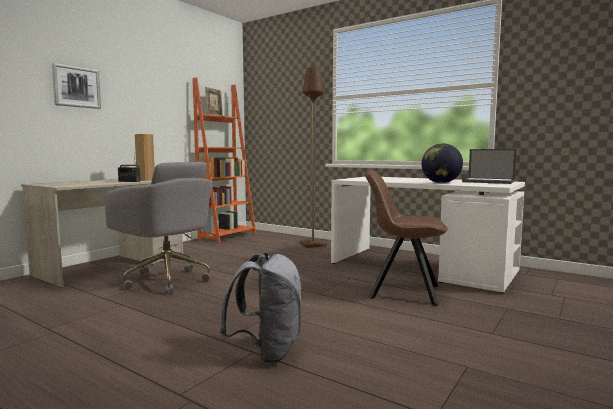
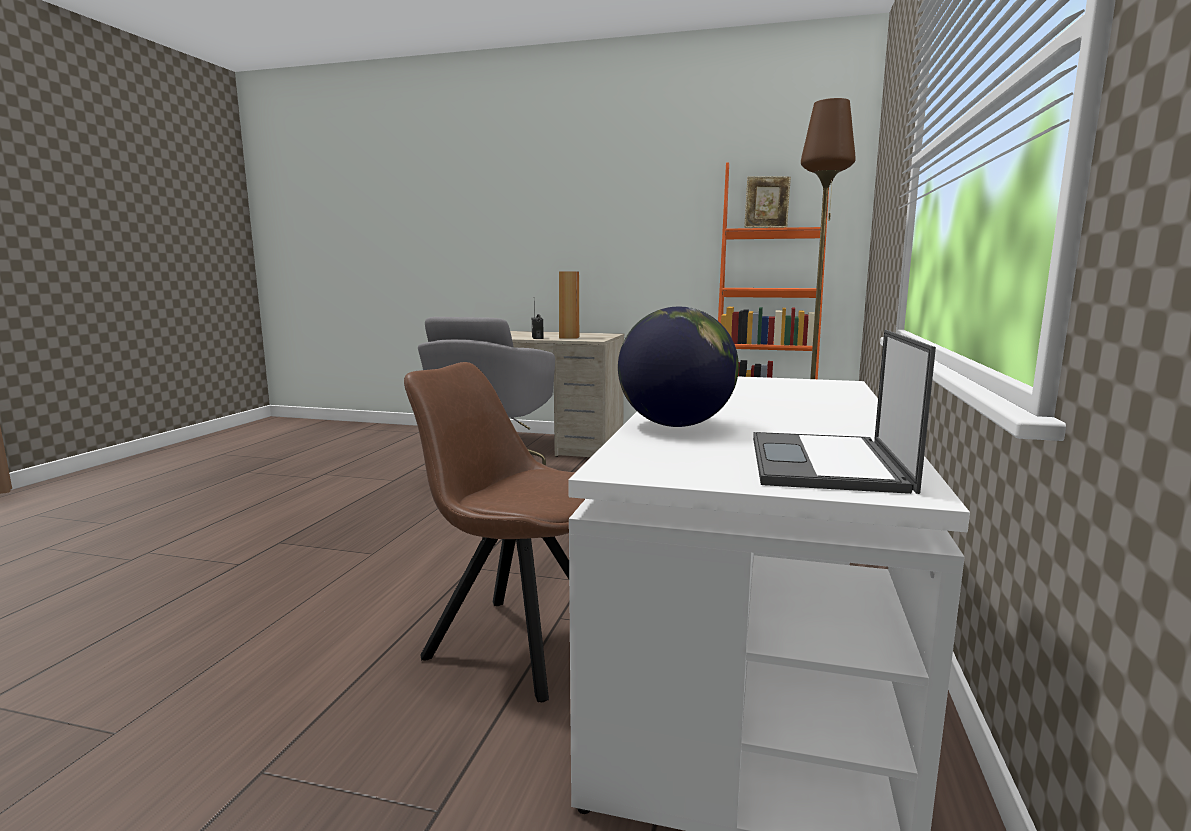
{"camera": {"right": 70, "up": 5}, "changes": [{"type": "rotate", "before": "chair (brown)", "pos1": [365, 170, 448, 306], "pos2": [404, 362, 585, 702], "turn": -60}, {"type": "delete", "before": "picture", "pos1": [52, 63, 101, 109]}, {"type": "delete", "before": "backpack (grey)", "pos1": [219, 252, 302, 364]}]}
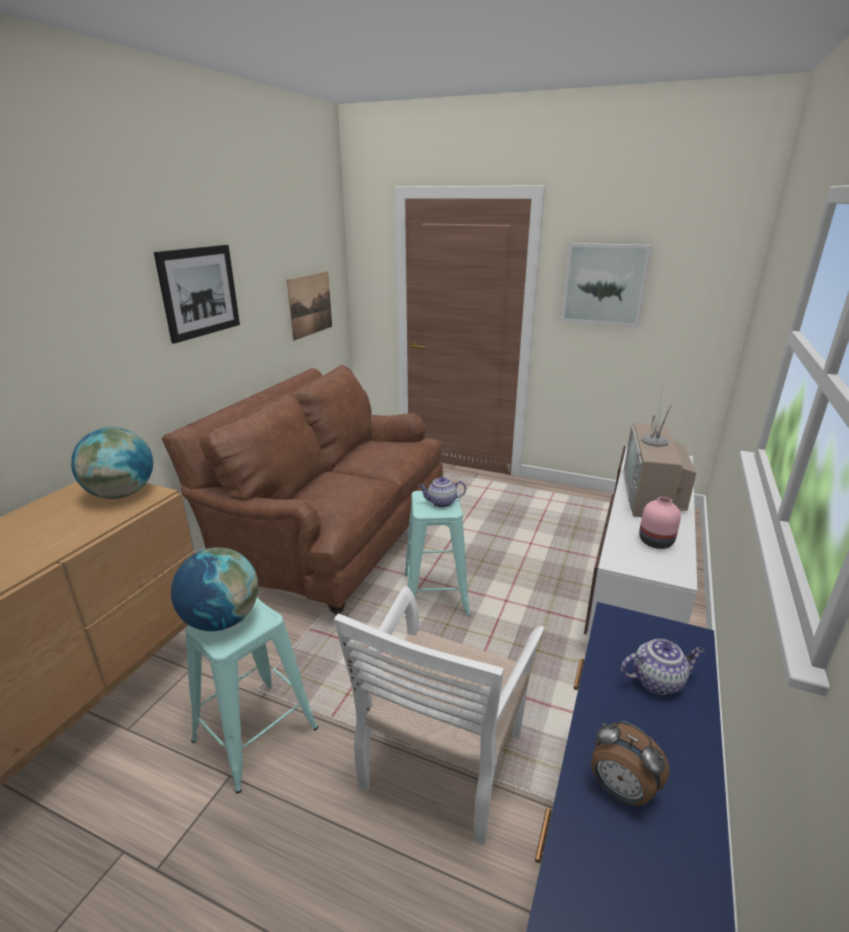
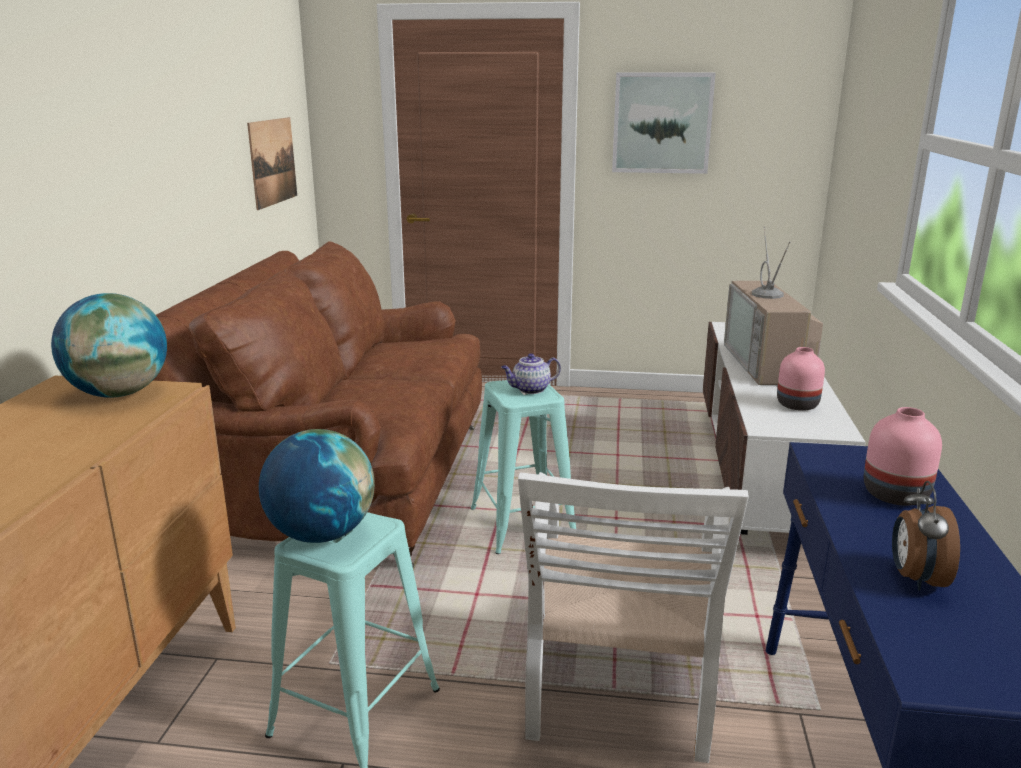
{"camera": {"right": -15, "up": -5}, "changes": [{"type": "replace", "before": "teapot", "after": "vase (pink)", "pos1": [621, 639, 705, 695], "pos2": [864, 407, 942, 506]}, {"type": "rotate", "before": "alarm clock", "pos1": [591, 721, 670, 806], "pos2": [892, 481, 960, 591], "turn": 75}, {"type": "delete", "before": "picture", "pos1": [154, 245, 240, 344]}]}
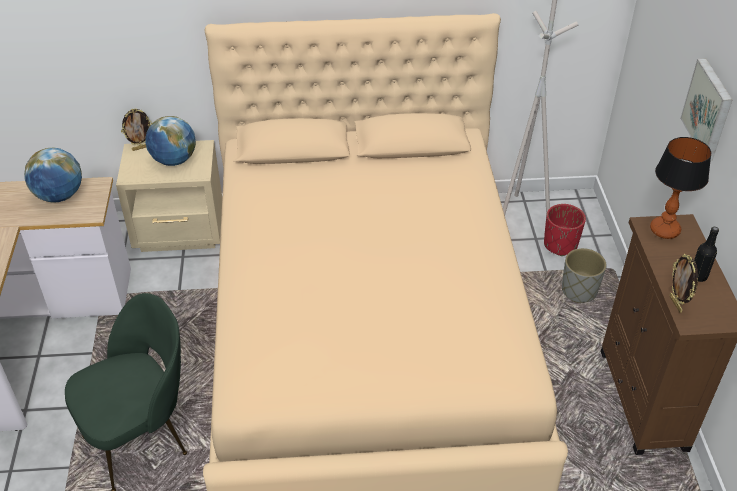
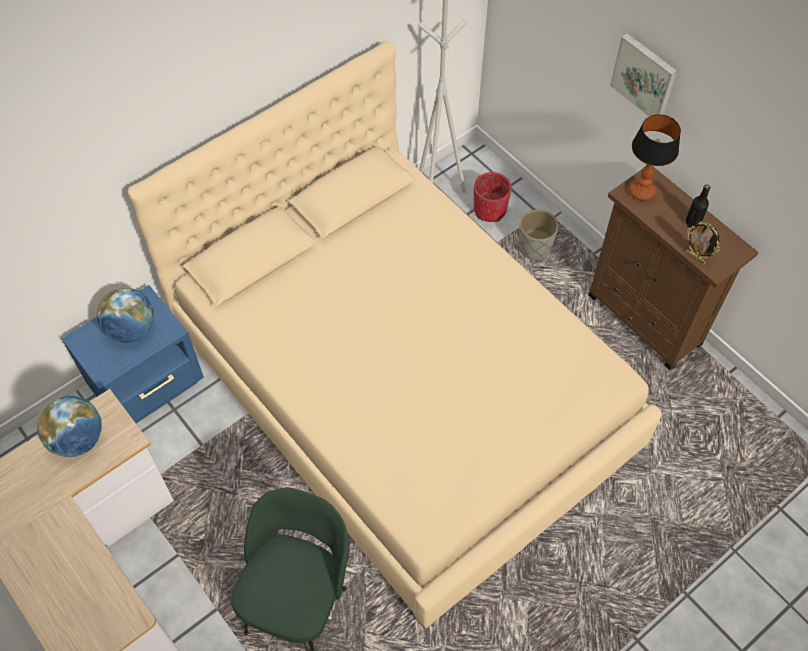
{"camera": {"right": -35, "up": 15}, "changes": [{"type": "recolor", "before": "nightstand (beige)", "after": "nightstand (blue)", "pos1": [116, 140, 222, 252], "pos2": [61, 285, 204, 423]}, {"type": "delete", "before": "picture frame", "pos1": [121, 109, 152, 151]}]}
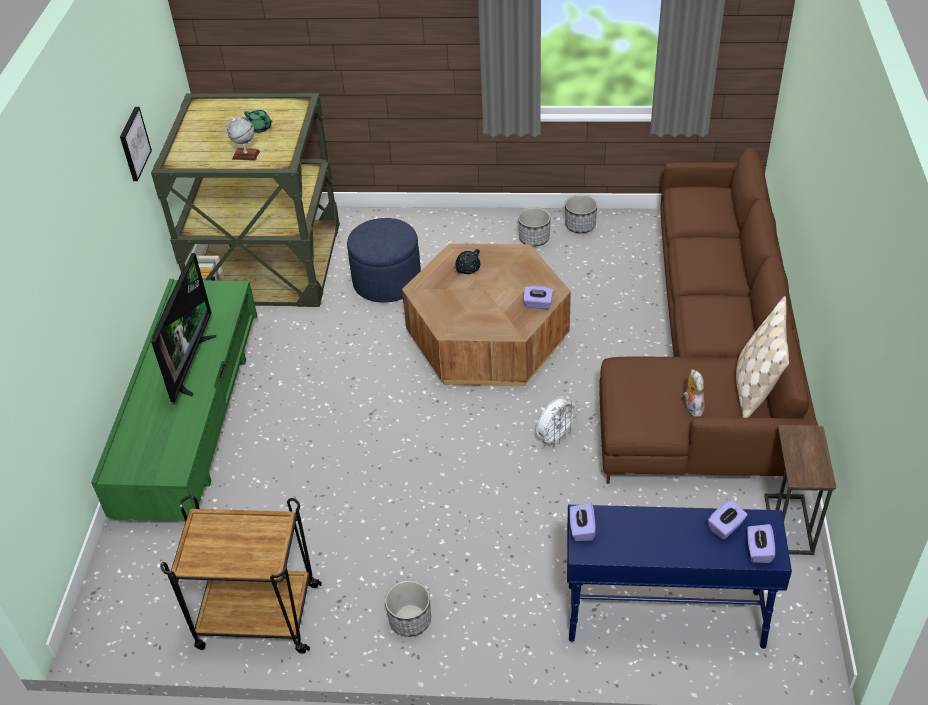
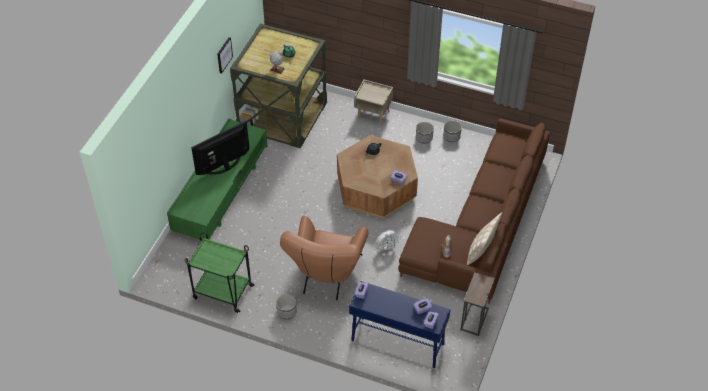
{"camera": {"right": 15, "up": 5}, "changes": [{"type": "recolor", "before": "cart (brown)", "after": "cart (green)", "pos1": [160, 495, 322, 654], "pos2": [185, 232, 255, 313]}, {"type": "rotate", "before": "television", "pos1": [151, 253, 217, 402], "pos2": [191, 121, 250, 175], "turn": -150}, {"type": "insert", "after": "armchair (brown)", "pos2": [280, 216, 368, 300]}, {"type": "insert", "after": "nightstand (beige)", "pos2": [354, 79, 393, 126]}, {"type": "delete", "before": "ottoman (blue)", "pos1": [347, 218, 421, 303]}]}
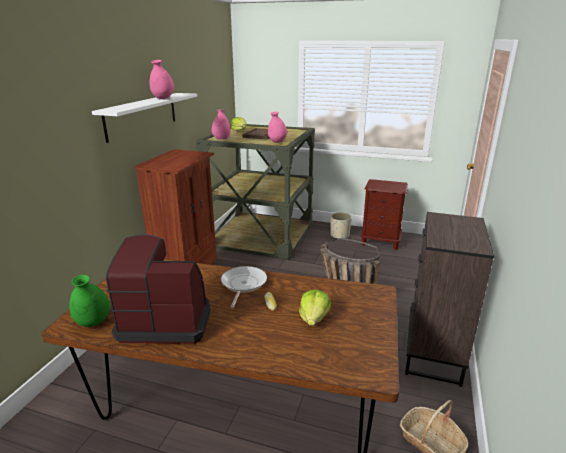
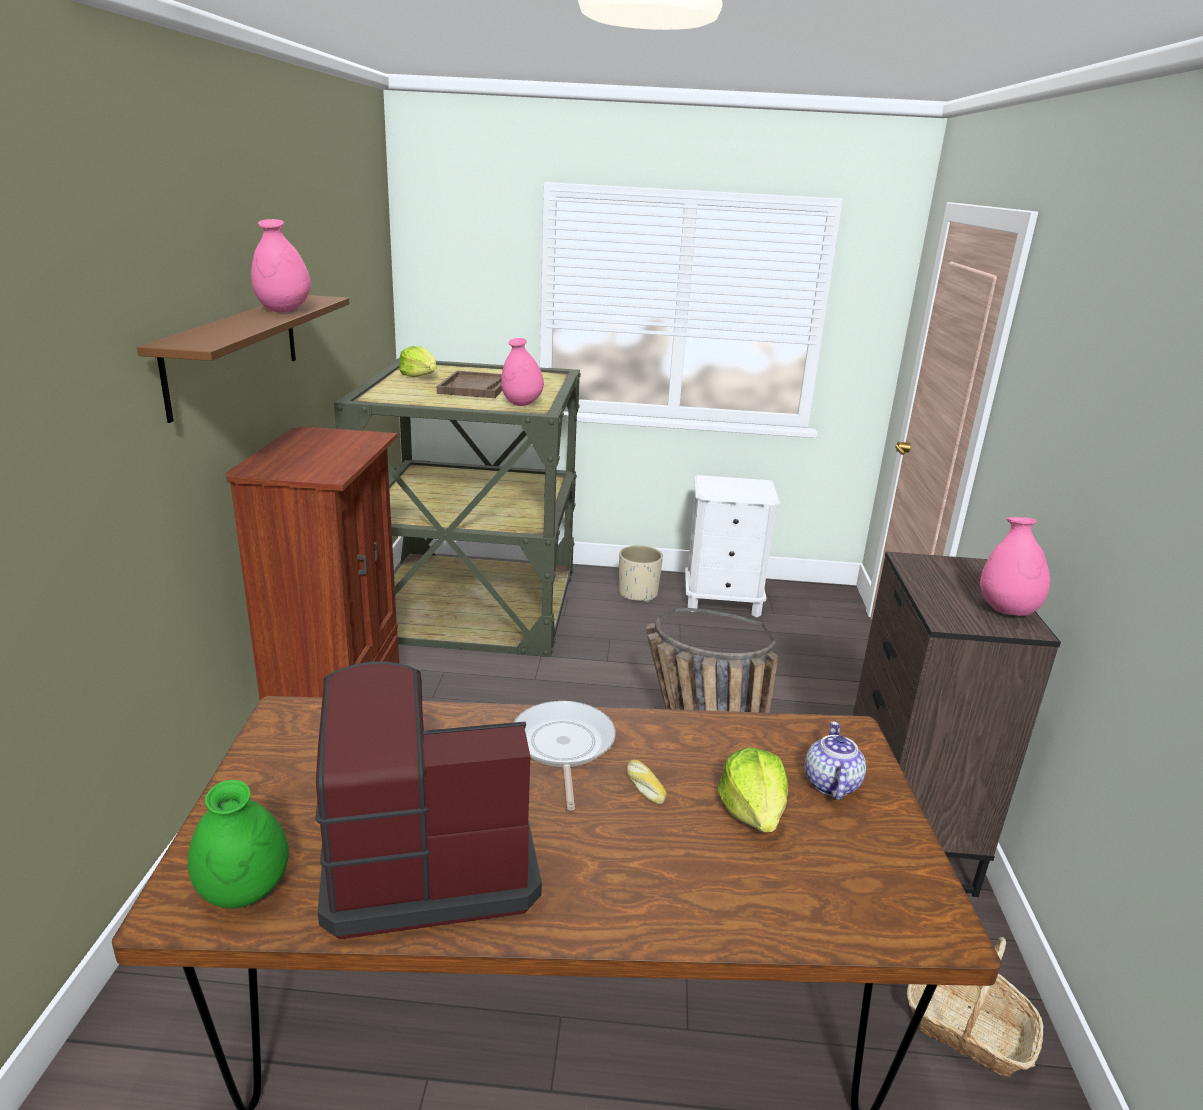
{"camera": {"right": -15, "up": 0}, "changes": [{"type": "recolor", "before": "shelf (white)", "after": "shelf (brown)", "pos1": [92, 93, 197, 143], "pos2": [137, 295, 349, 423]}, {"type": "recolor", "before": "nightstand (brown)", "after": "nightstand (white)", "pos1": [361, 179, 408, 250], "pos2": [685, 475, 780, 617]}, {"type": "insert", "after": "teapot", "pos2": [805, 721, 866, 800]}, {"type": "move", "before": "vase (pink)", "pos1": [211, 110, 231, 139], "pos2": [980, 517, 1050, 616]}]}
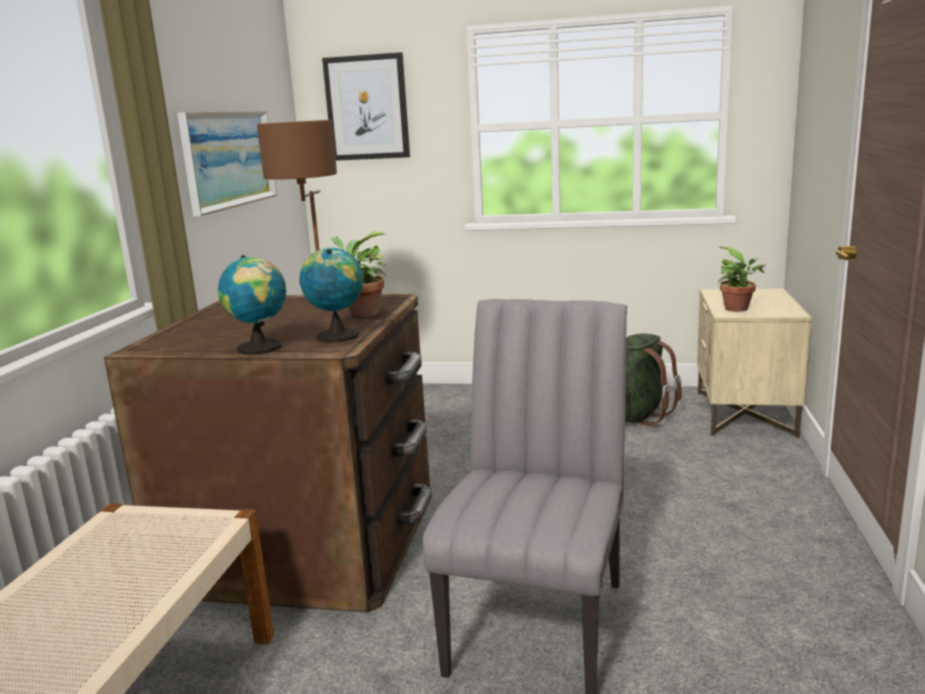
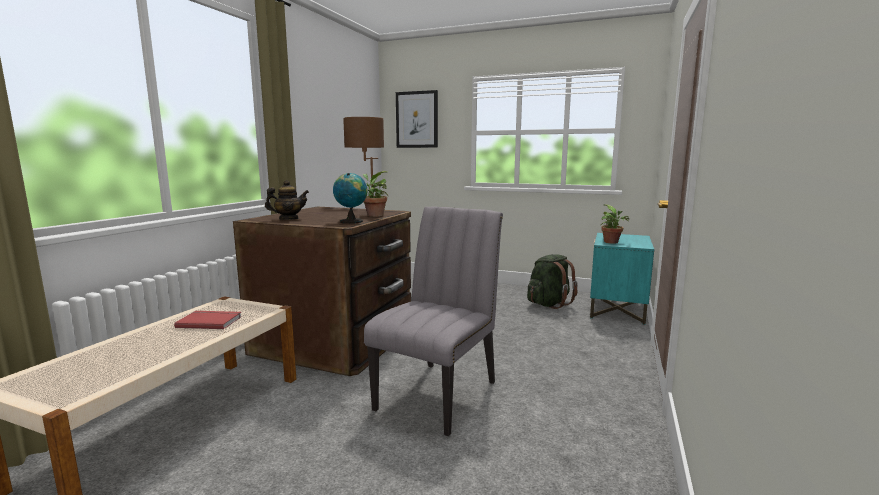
{"camera": {"right": 10, "up": -5}, "changes": [{"type": "insert", "after": "book (red)", "pos2": [174, 311, 242, 329]}, {"type": "insert", "after": "teapot", "pos2": [265, 180, 309, 220]}, {"type": "recolor", "before": "nightstand (beige)", "after": "nightstand (turquoise)", "pos1": [697, 288, 812, 439], "pos2": [590, 233, 654, 325]}, {"type": "delete", "before": "picture", "pos1": [177, 111, 277, 217]}, {"type": "delete", "before": "globe", "pos1": [218, 255, 286, 355]}]}
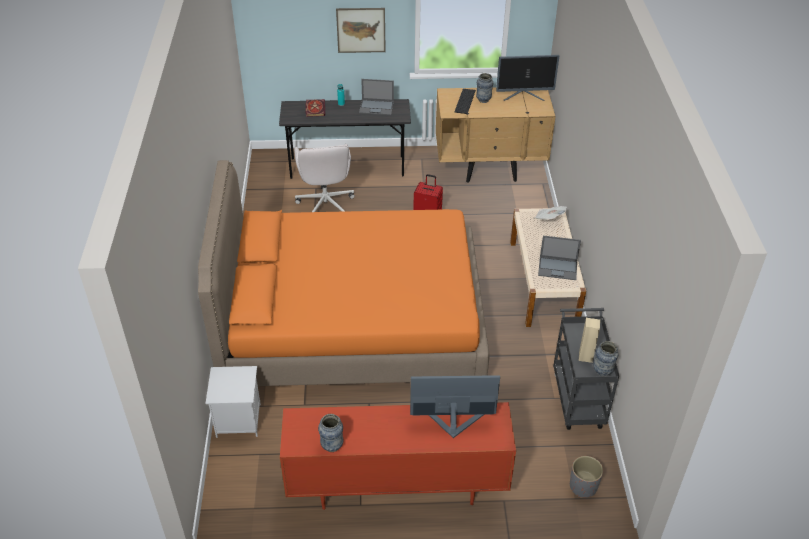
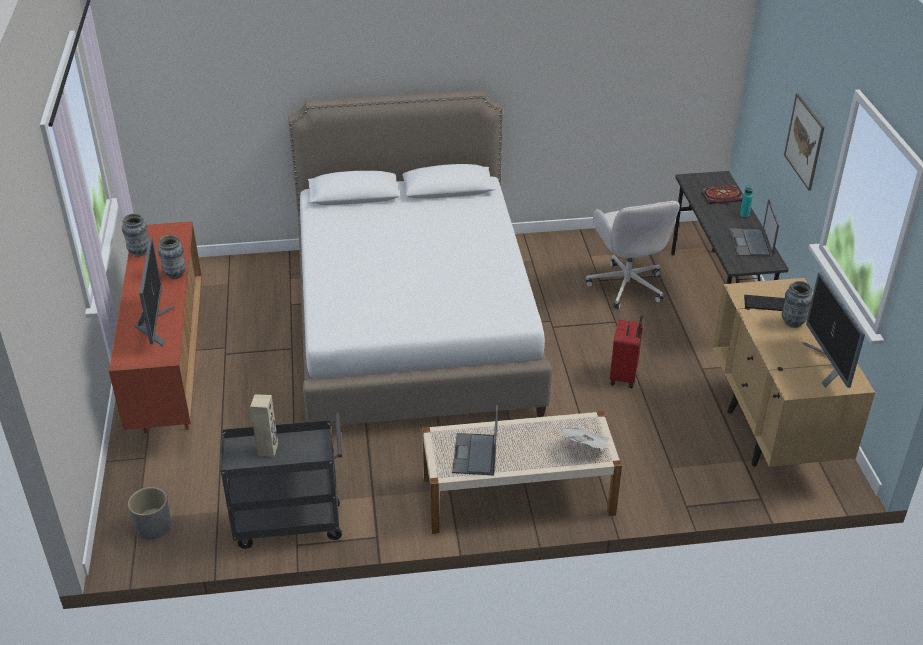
{"camera": {"right": 85, "up": -5}, "changes": [{"type": "move", "before": "vase", "pos1": [594, 341, 618, 376], "pos2": [158, 235, 186, 279]}, {"type": "recolor", "before": "bed (orange)", "after": "bed (white)", "pos1": [198, 160, 490, 386], "pos2": [288, 90, 552, 426]}, {"type": "rotate", "before": "office chair (white)", "pos1": [294, 144, 355, 212], "pos2": [586, 201, 680, 309], "turn": -90}, {"type": "delete", "before": "nightstand (grey)", "pos1": [205, 366, 261, 438]}]}
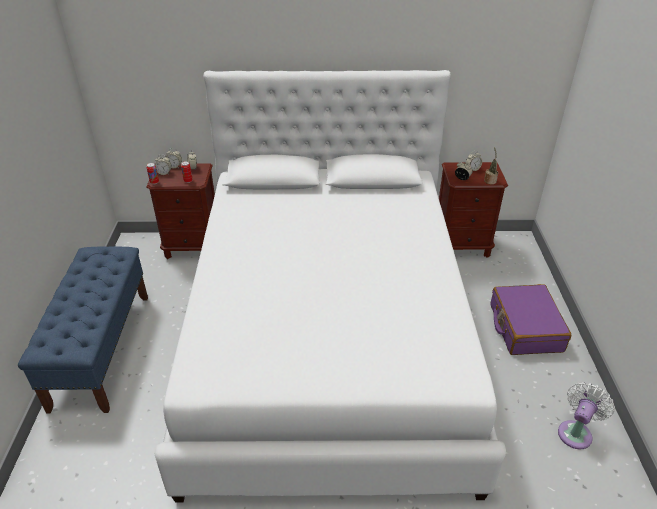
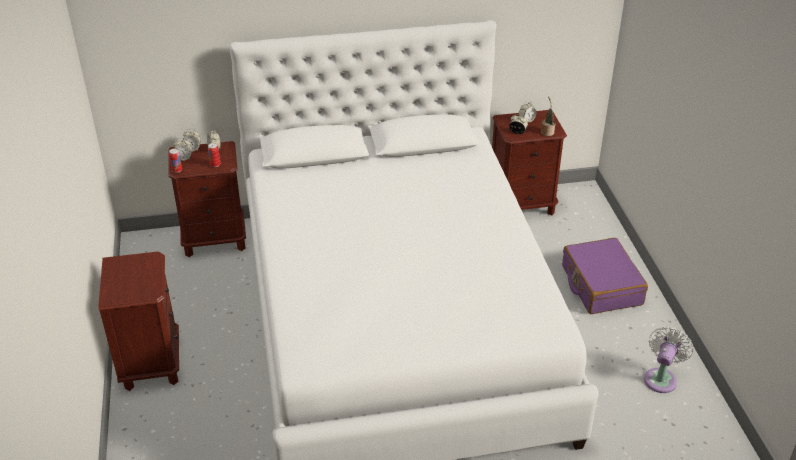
{"camera": {"right": -10, "up": 0}, "changes": [{"type": "replace", "before": "bench (blue)", "after": "nightstand (brown)", "pos1": [18, 246, 148, 413], "pos2": [98, 252, 179, 391]}]}
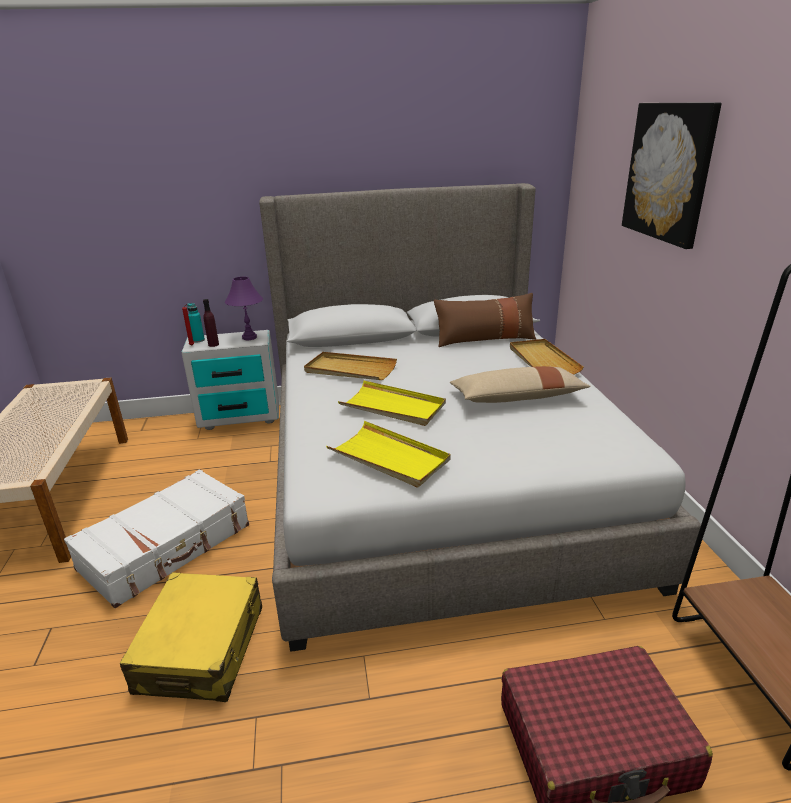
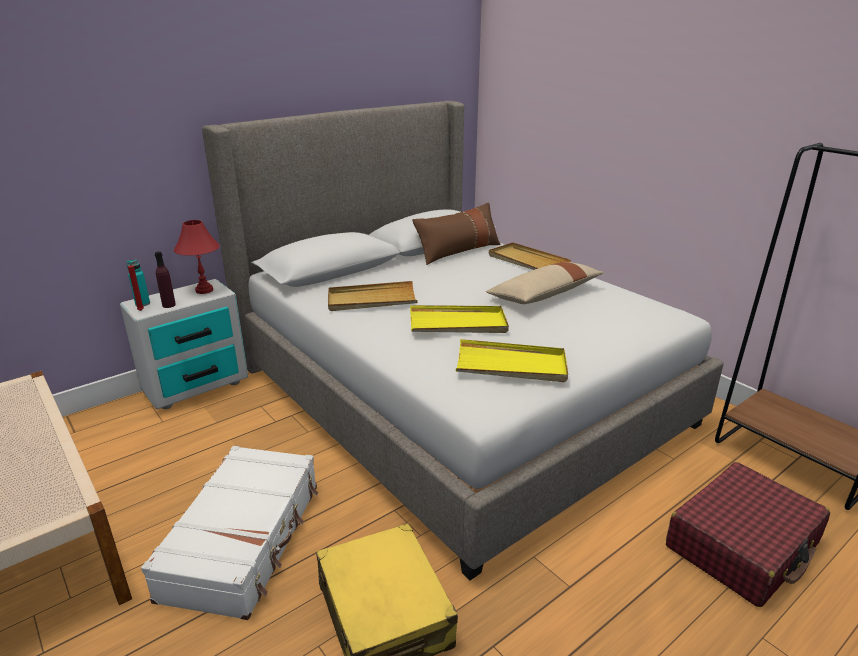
{"camera": {"right": -30, "up": 0}, "changes": [{"type": "recolor", "before": "table lamp (purple)", "after": "table lamp (red)", "pos1": [225, 277, 263, 340], "pos2": [174, 220, 220, 294]}, {"type": "delete", "before": "picture", "pos1": [622, 102, 722, 249]}]}
